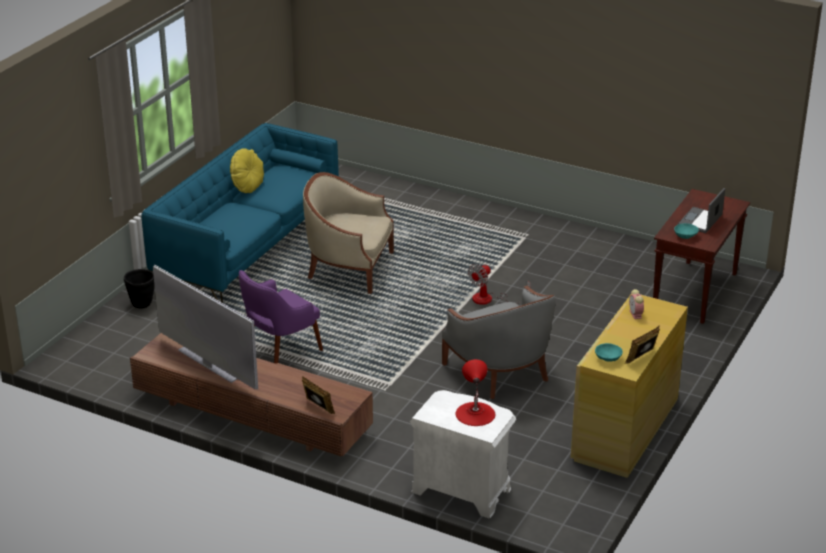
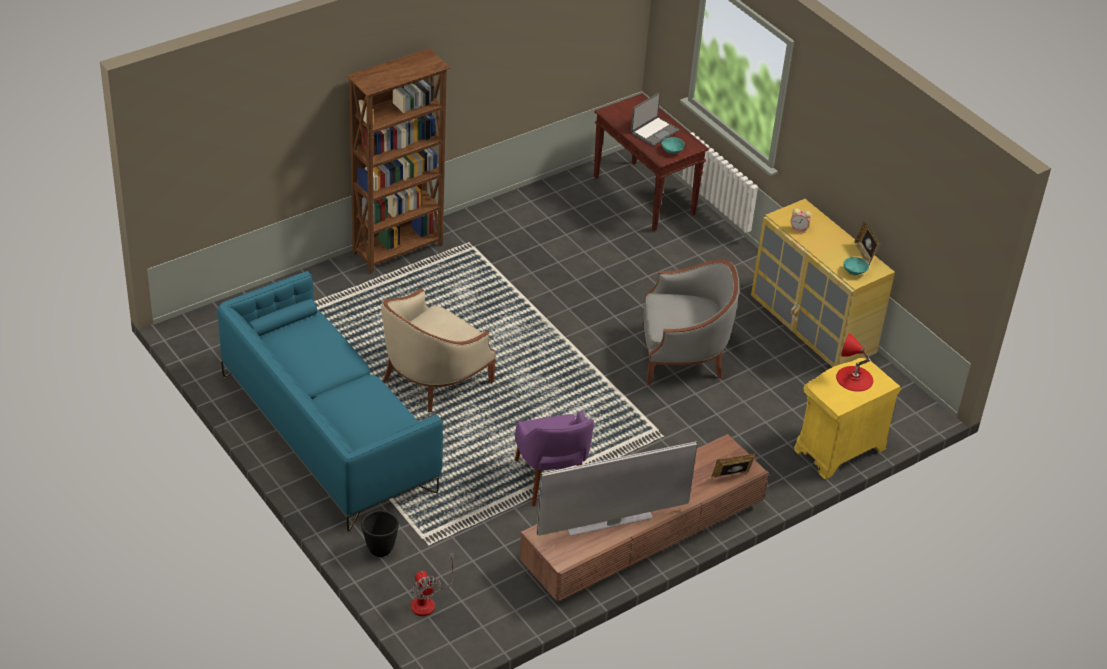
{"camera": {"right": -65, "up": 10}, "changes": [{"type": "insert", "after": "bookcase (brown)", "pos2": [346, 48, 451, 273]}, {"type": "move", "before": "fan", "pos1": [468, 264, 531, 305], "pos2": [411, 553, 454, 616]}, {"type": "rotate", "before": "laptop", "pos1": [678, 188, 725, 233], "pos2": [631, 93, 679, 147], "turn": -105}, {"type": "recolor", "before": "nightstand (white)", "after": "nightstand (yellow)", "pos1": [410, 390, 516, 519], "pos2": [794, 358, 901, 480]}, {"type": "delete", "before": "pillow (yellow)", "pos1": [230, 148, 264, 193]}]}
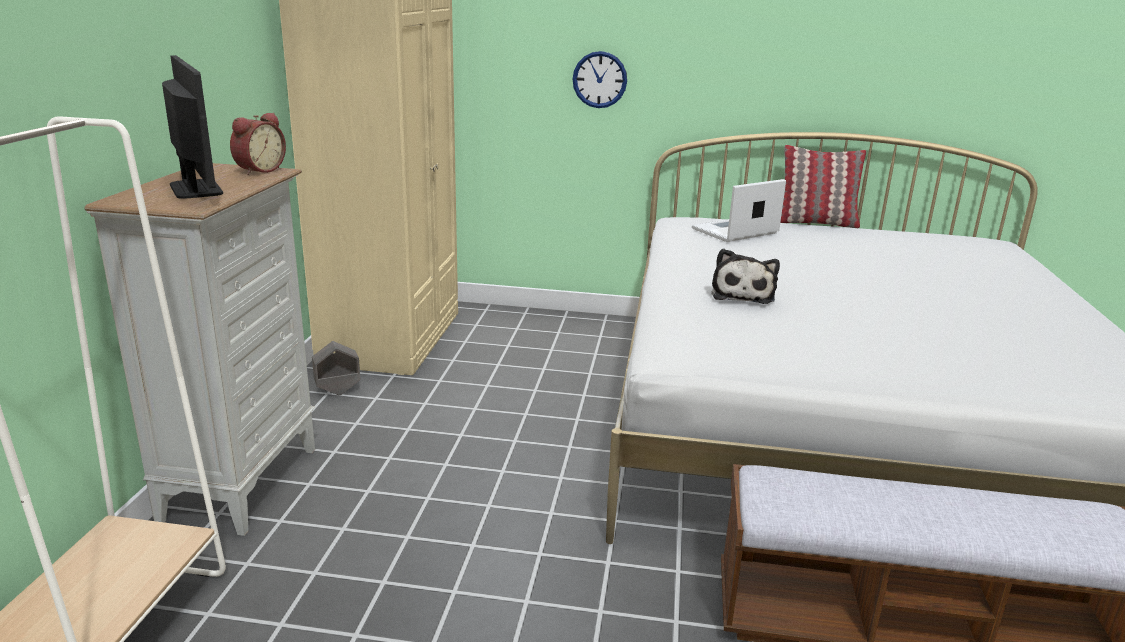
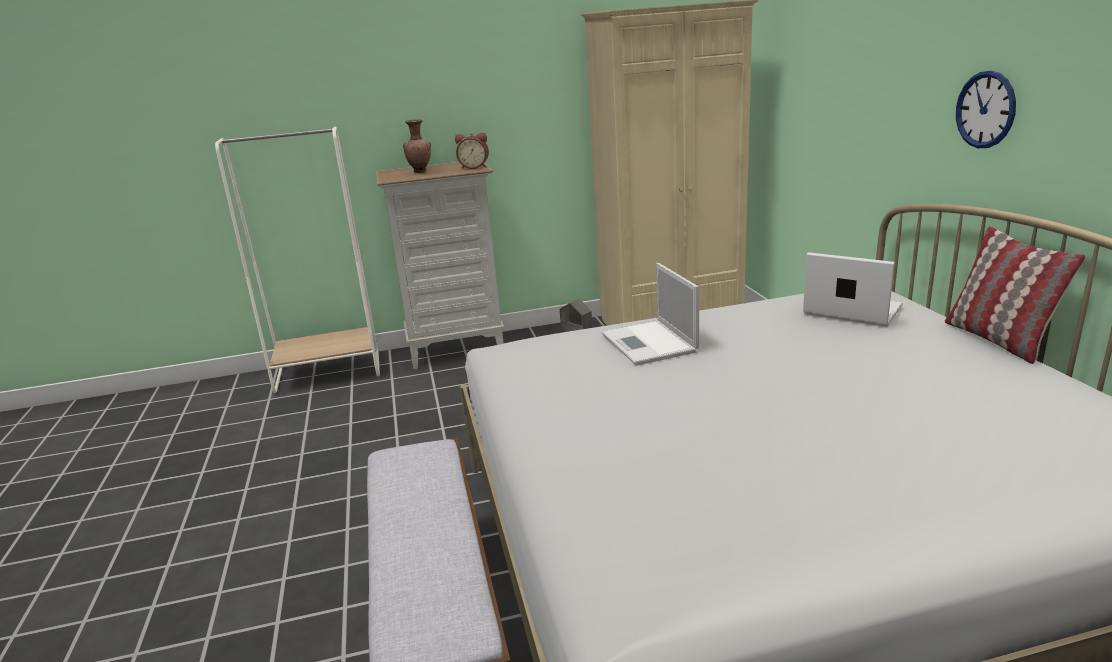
{"camera": {"right": 70, "up": 0}, "changes": [{"type": "replace", "before": "monitor", "after": "vase (brown)", "pos1": [162, 55, 223, 199], "pos2": [403, 119, 431, 173]}, {"type": "replace", "before": "plush toy", "after": "laptop", "pos1": [711, 249, 780, 304], "pos2": [602, 263, 699, 366]}, {"type": "move", "before": "wall clock", "pos1": [573, 51, 627, 108], "pos2": [956, 71, 1016, 148]}]}
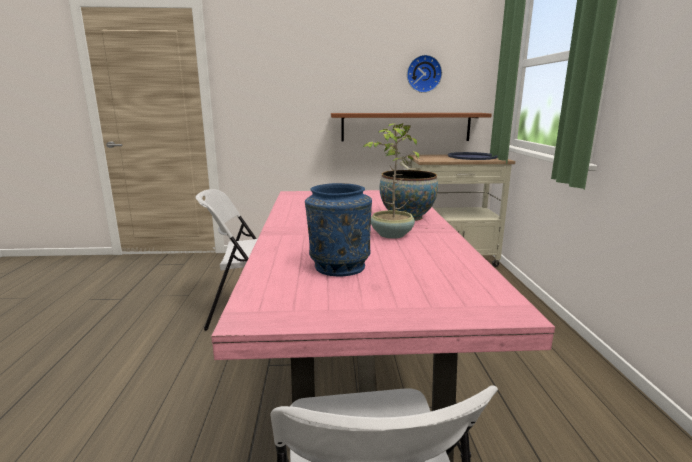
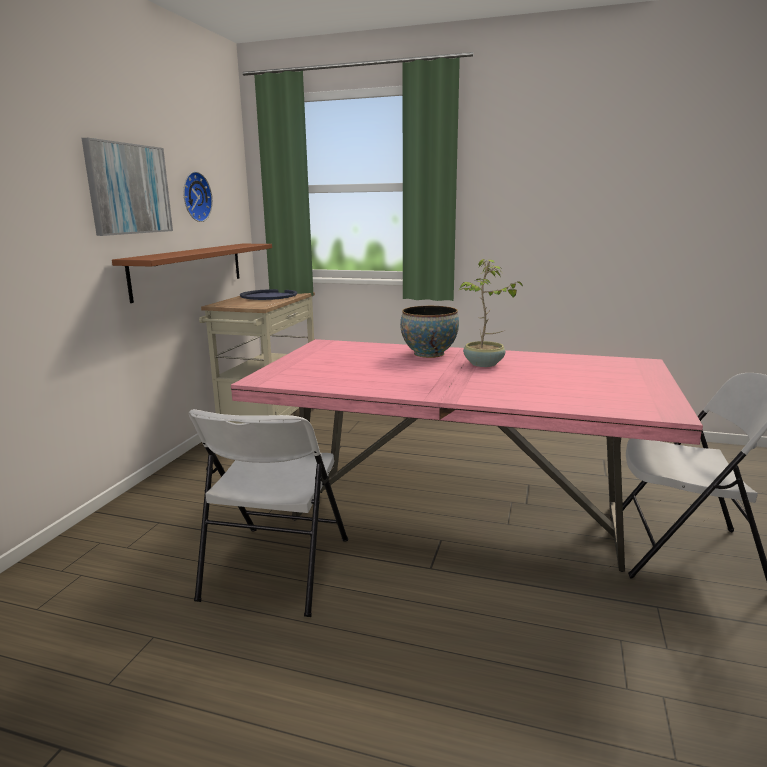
{"camera": {"right": -70, "up": 0}, "changes": [{"type": "insert", "after": "picture", "pos2": [82, 138, 173, 236]}, {"type": "delete", "before": "vase (blue)", "pos1": [305, 183, 372, 276]}]}
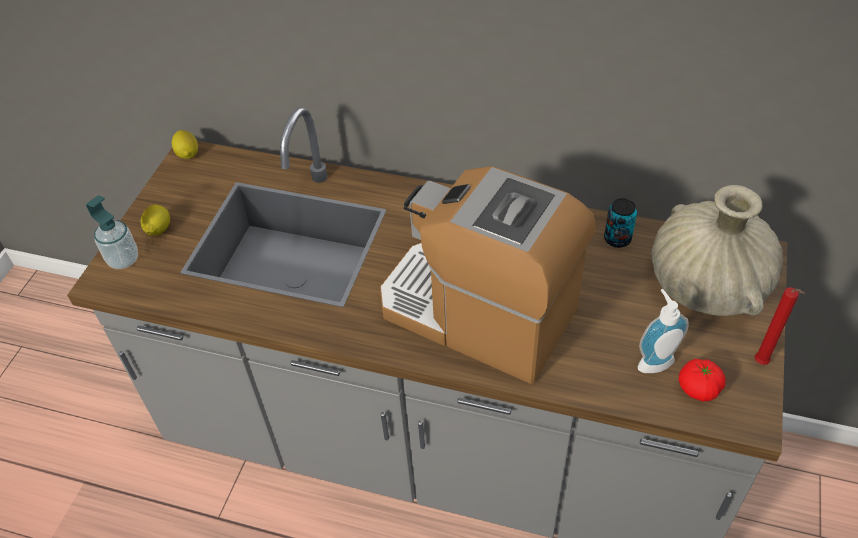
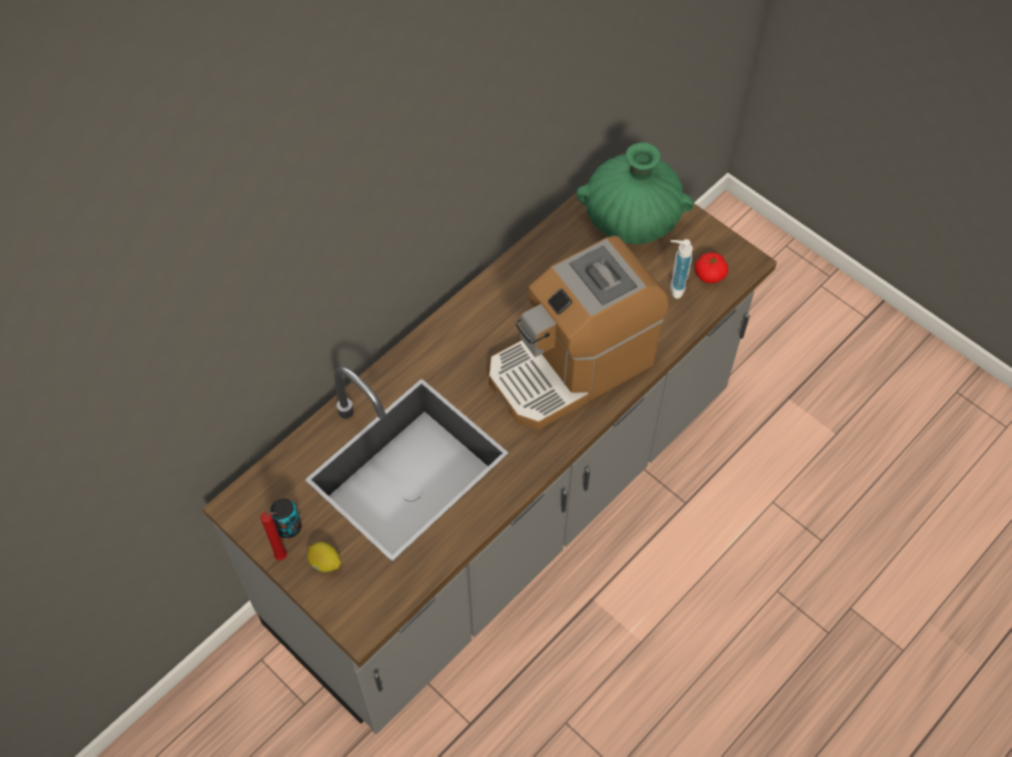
{"camera": {"right": -65, "up": 10}, "changes": [{"type": "move", "before": "candle (red)", "pos1": [755, 287, 805, 365], "pos2": [261, 512, 287, 560]}, {"type": "move", "before": "can", "pos1": [604, 198, 637, 248], "pos2": [270, 498, 302, 538]}, {"type": "recolor", "before": "vase (beige)", "after": "vase (green)", "pos1": [651, 185, 783, 316], "pos2": [576, 142, 694, 244]}, {"type": "delete", "before": "soap dispenser", "pos1": [86, 195, 138, 269]}, {"type": "delete", "before": "lemon", "pos1": [172, 130, 198, 159]}]}
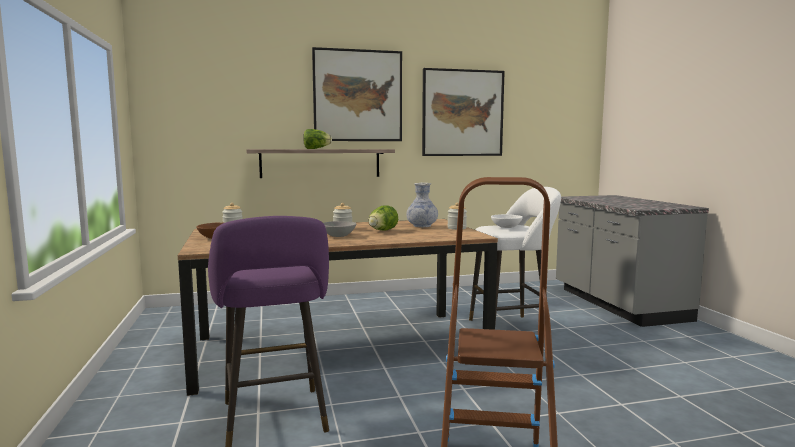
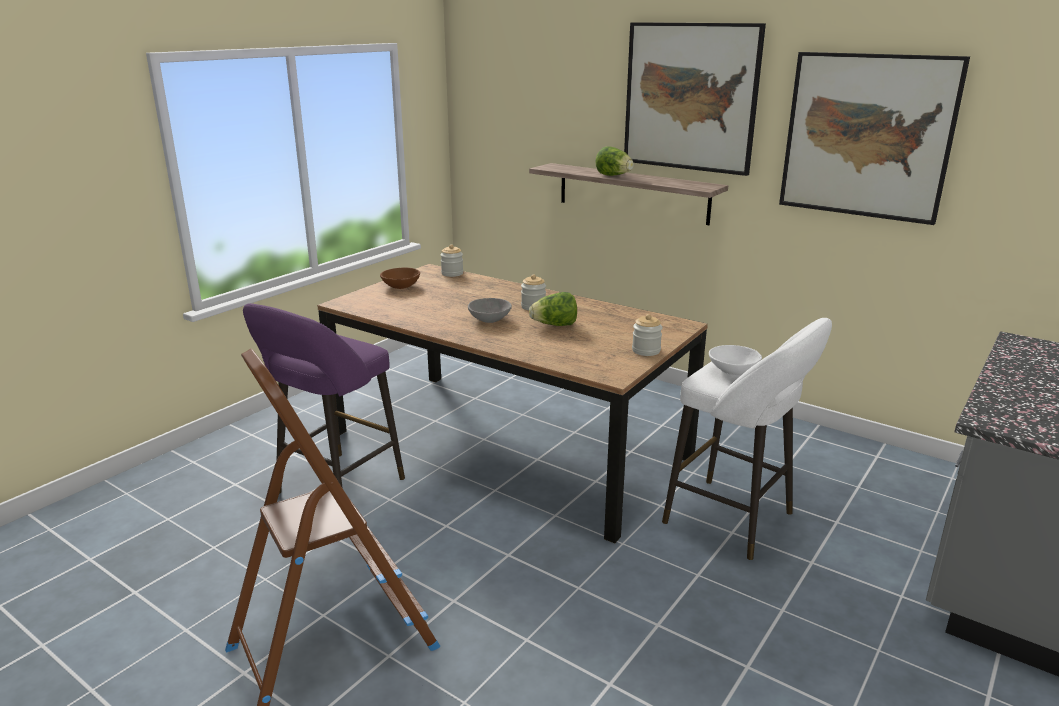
{"camera": {"right": 50, "up": 15}, "changes": [{"type": "delete", "before": "vase", "pos1": [406, 183, 438, 227]}]}
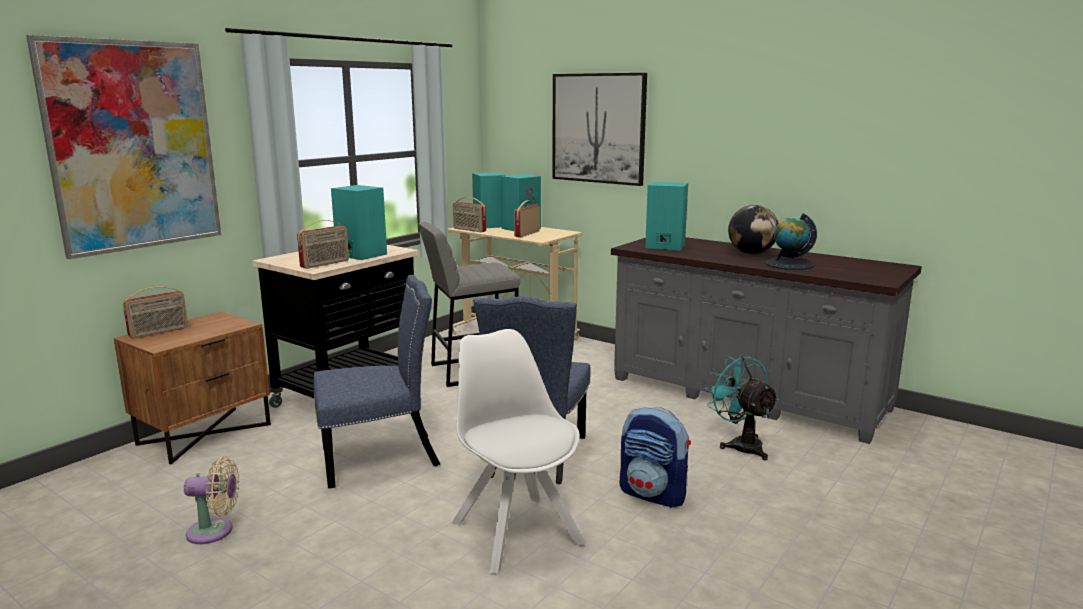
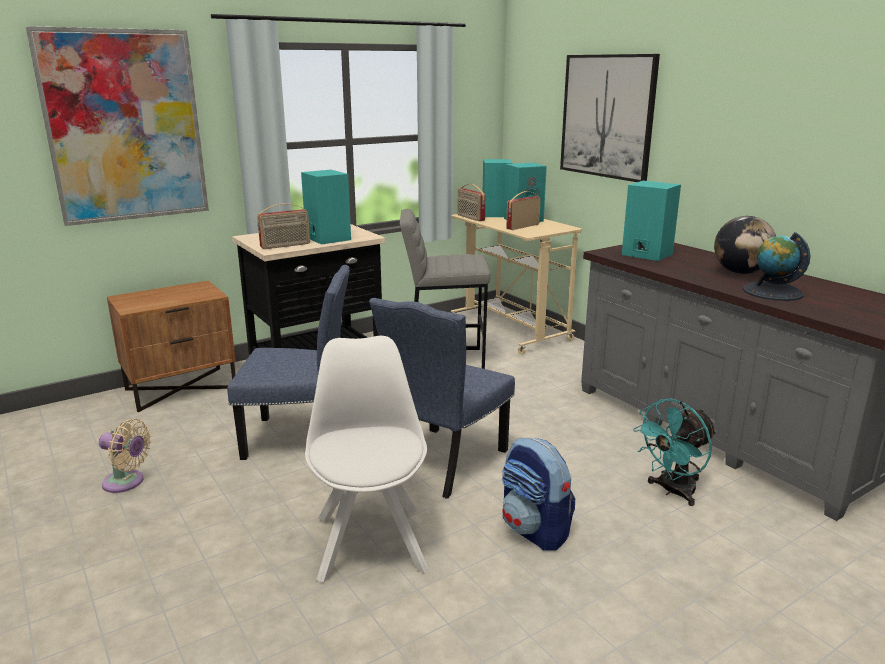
{"camera": {"right": 20, "up": 5}, "changes": [{"type": "rotate", "before": "fan (turquoise)", "pos1": [705, 354, 779, 460], "pos2": [633, 398, 717, 506], "turn": -120}, {"type": "delete", "before": "radio", "pos1": [123, 286, 188, 339]}]}
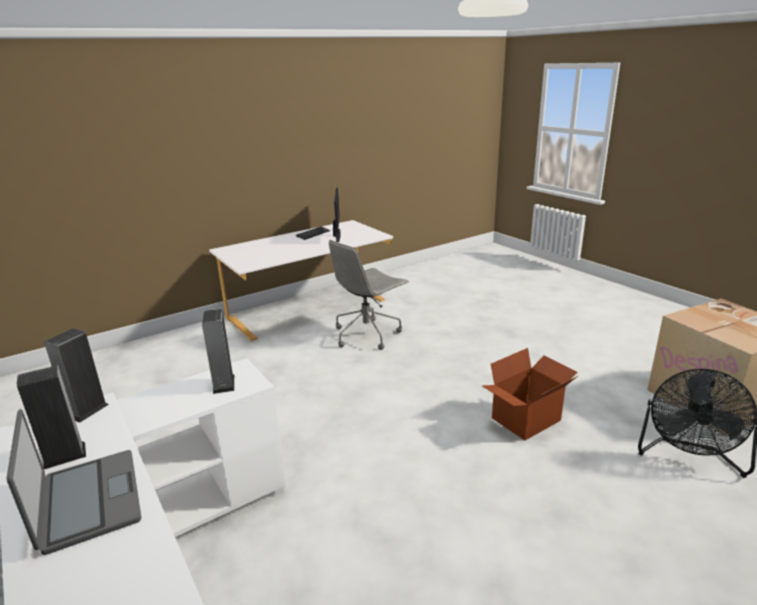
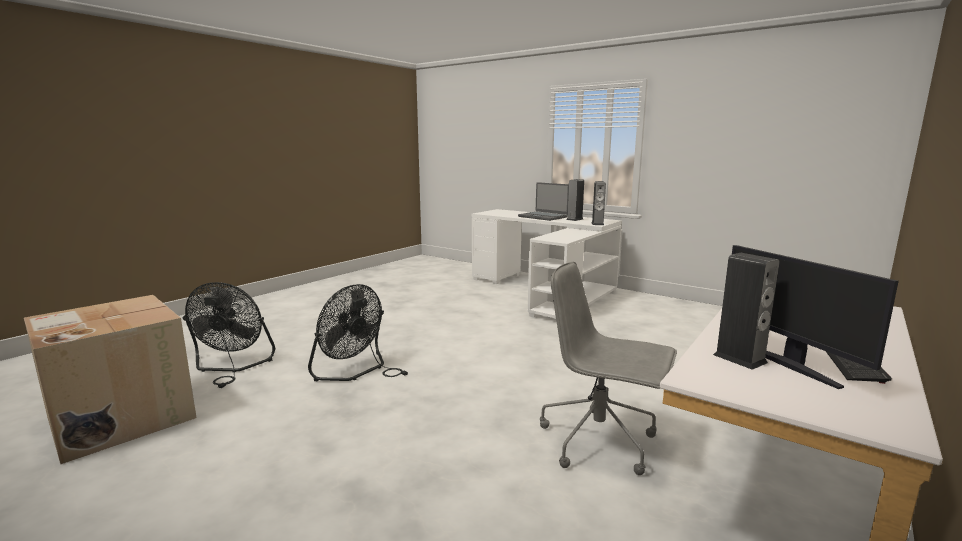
{"camera": {"right": 160, "up": -10}, "changes": [{"type": "replace", "before": "cardboard box", "after": "fan (black)", "pos1": [482, 348, 578, 440], "pos2": [308, 284, 408, 382]}, {"type": "rotate", "before": "office chair (grey)", "pos1": [329, 240, 409, 350], "pos2": [540, 262, 677, 475], "turn": -90}, {"type": "move", "before": "speaker", "pos1": [202, 309, 234, 394], "pos2": [713, 253, 780, 370]}]}
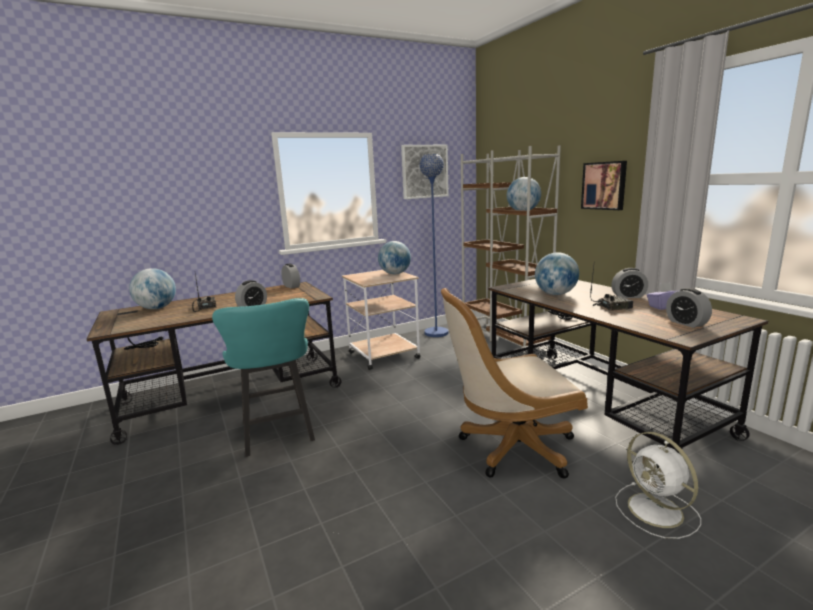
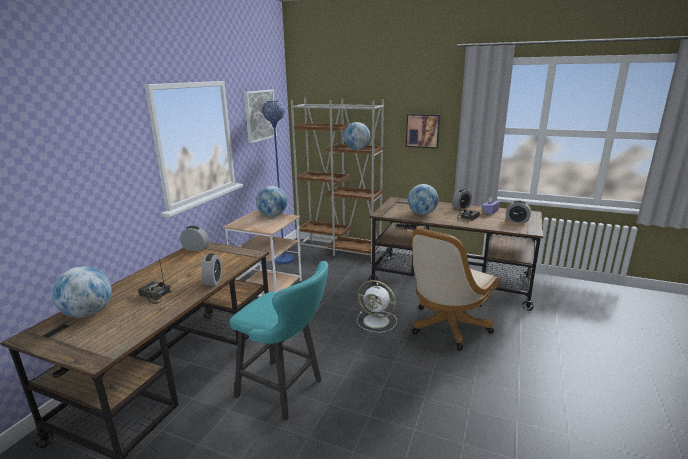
{"camera": {"right": -40, "up": 5}, "changes": [{"type": "move", "before": "fan (white)", "pos1": [615, 432, 701, 539], "pos2": [357, 280, 397, 333]}]}
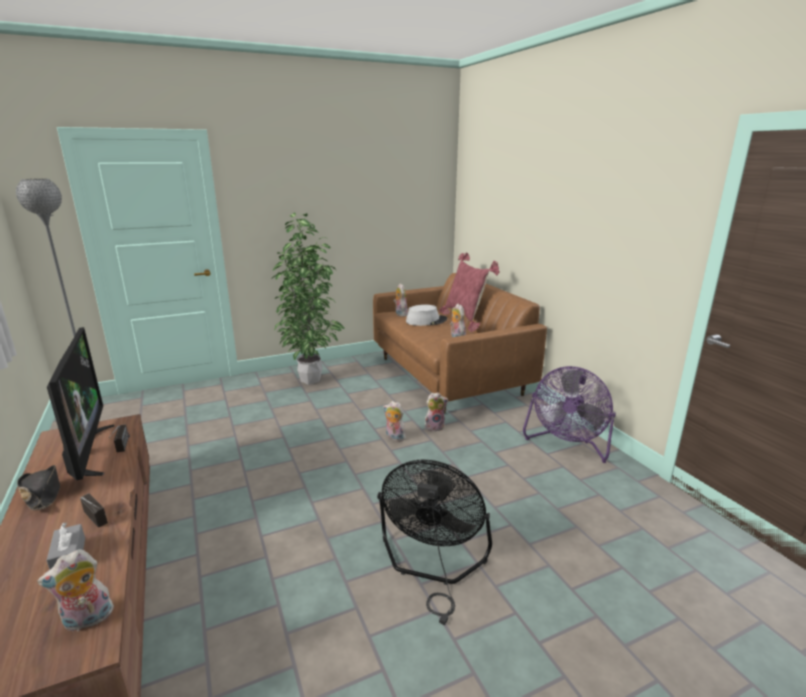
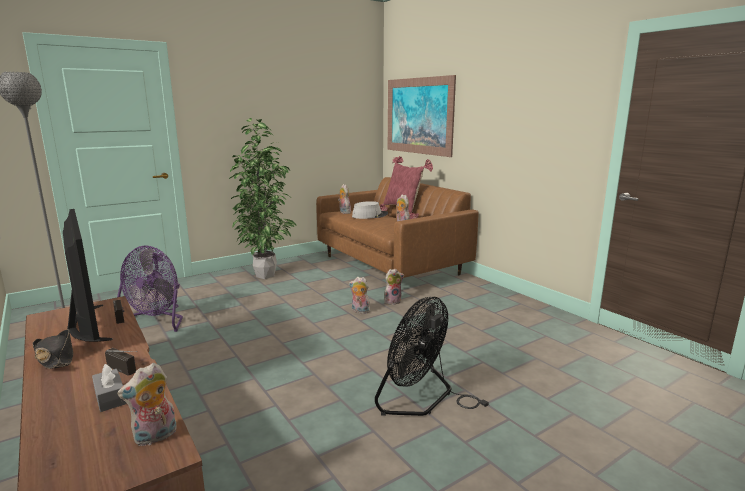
{"camera": {"right": -10, "up": -5}, "changes": [{"type": "move", "before": "fan (purple)", "pos1": [523, 366, 616, 463], "pos2": [117, 245, 183, 332]}, {"type": "rotate", "before": "fan (black)", "pos1": [377, 460, 492, 625], "pos2": [375, 297, 489, 416], "turn": -60}, {"type": "insert", "after": "picture", "pos2": [388, 75, 456, 157]}]}
